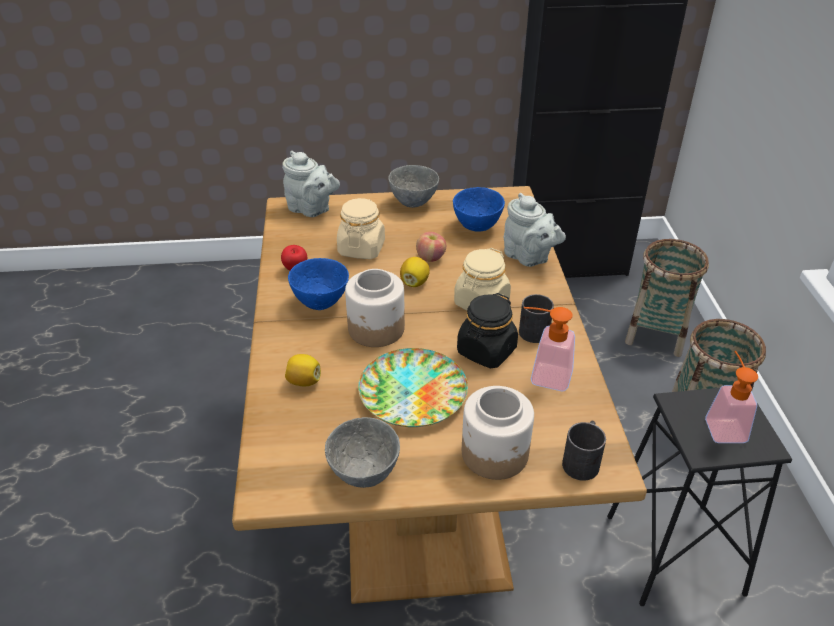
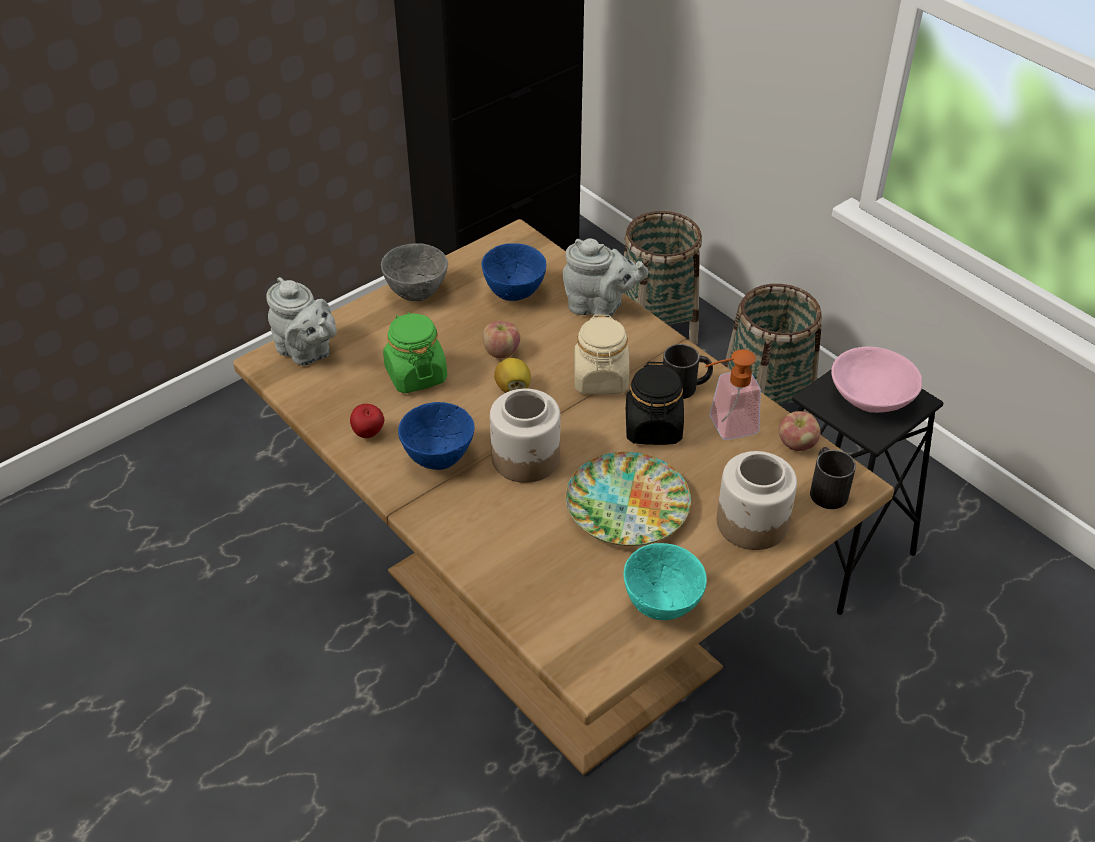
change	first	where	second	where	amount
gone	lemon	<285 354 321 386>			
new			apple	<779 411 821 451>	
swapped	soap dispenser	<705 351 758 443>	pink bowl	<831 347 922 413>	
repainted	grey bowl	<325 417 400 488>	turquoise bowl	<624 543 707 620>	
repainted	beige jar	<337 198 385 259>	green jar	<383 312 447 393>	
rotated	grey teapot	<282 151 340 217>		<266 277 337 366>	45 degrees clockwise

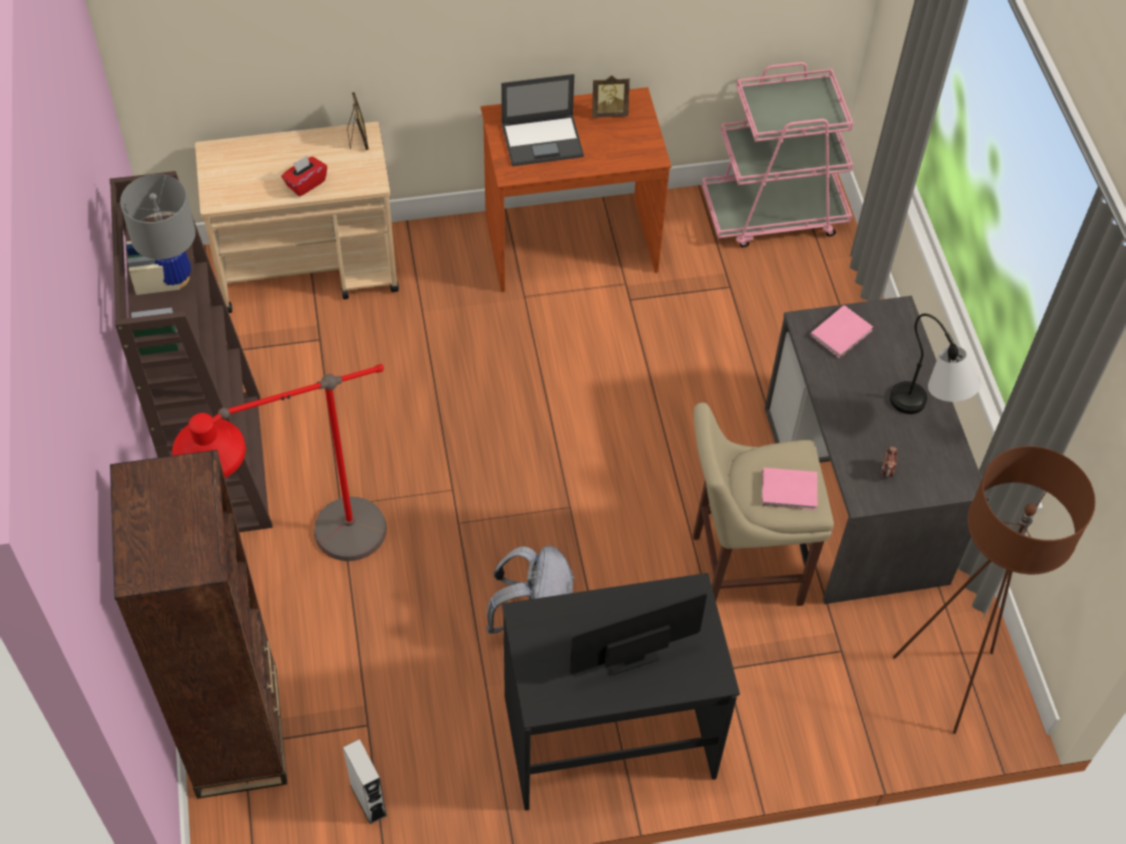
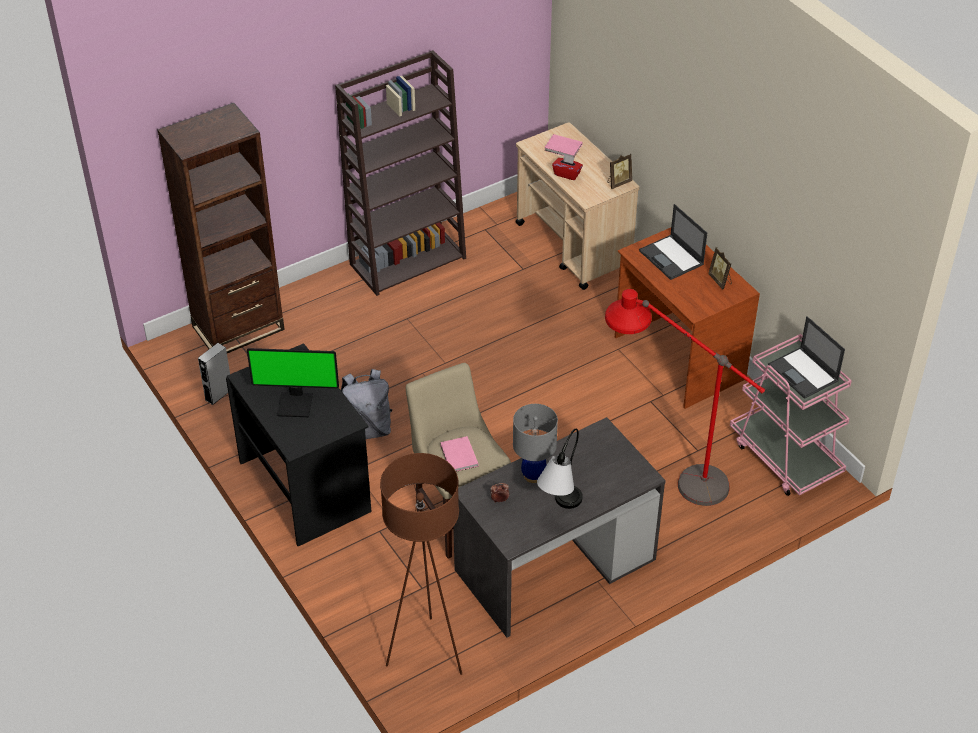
change	first	where	second	where	amount
new			laptop	<768 316 845 399>	
shifted	grey table lamp	<120 174 196 288>		<513 404 558 483>	
shifted	red floor lamp	<172 364 387 561>		<605 289 765 506>	
shifted	pink book	<810 305 873 359>		<544 134 582 157>	
rotated	monitor	<570 593 707 675>		<247 348 339 417>	135 degrees clockwise

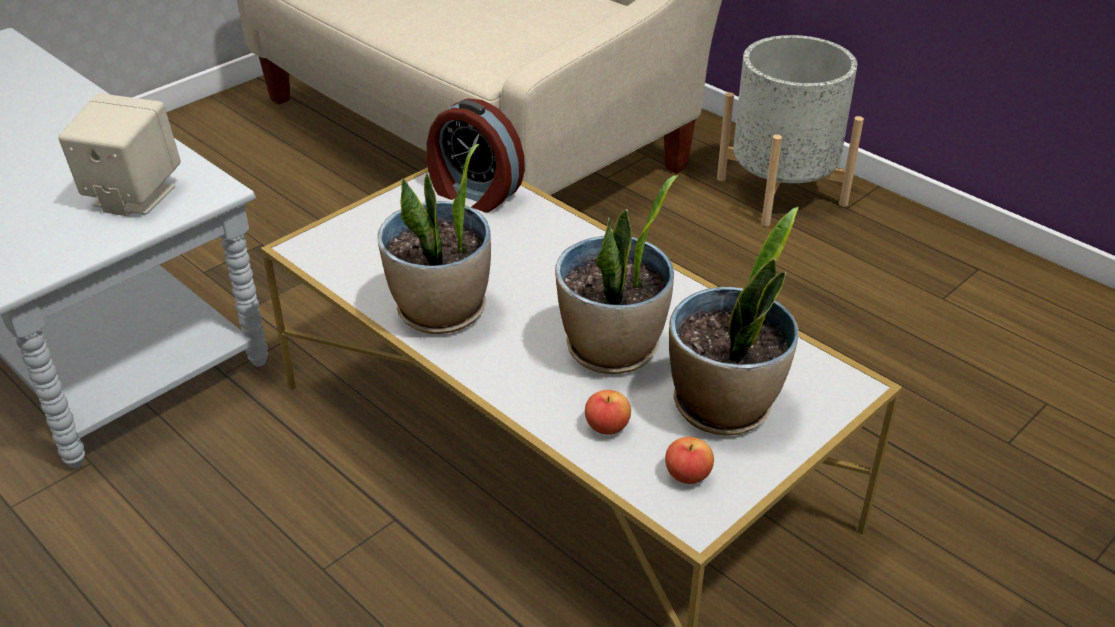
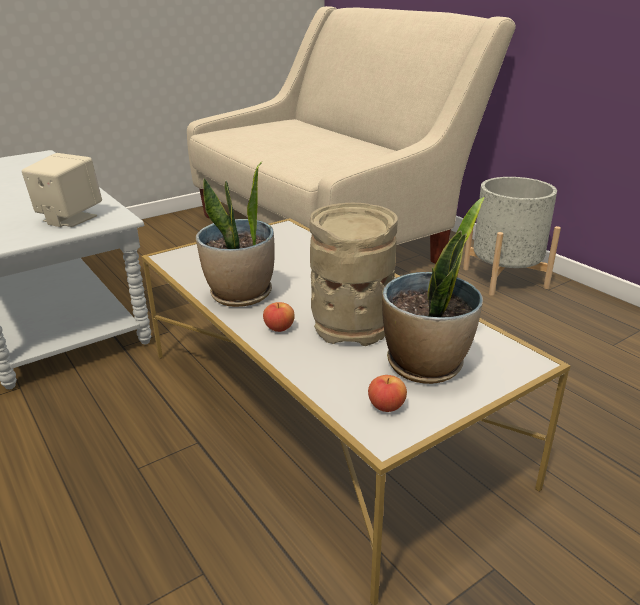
change	first	where	second	where	amount
gone	alarm clock	<426 98 525 213>			
shifted	apple	<585 390 631 435>		<263 302 295 332>	
swapped	potted plant	<555 175 678 374>	beige vase	<309 203 398 346>	

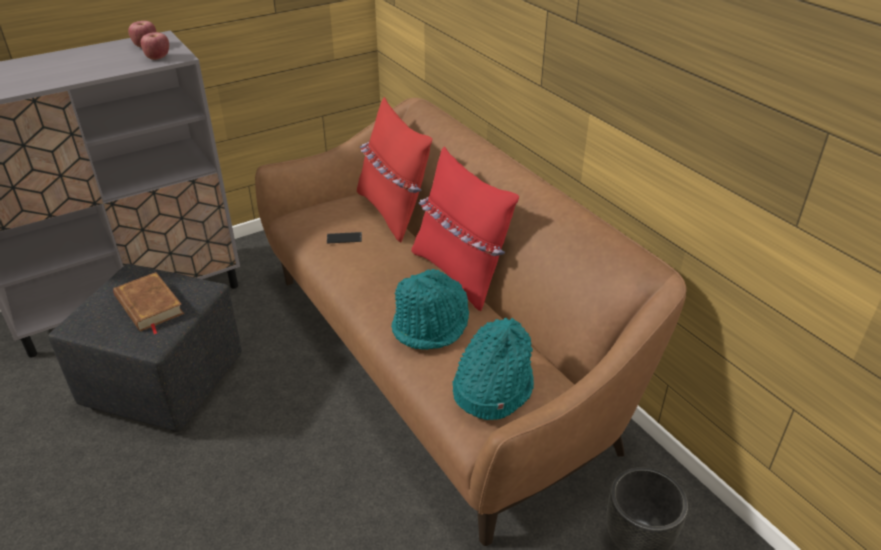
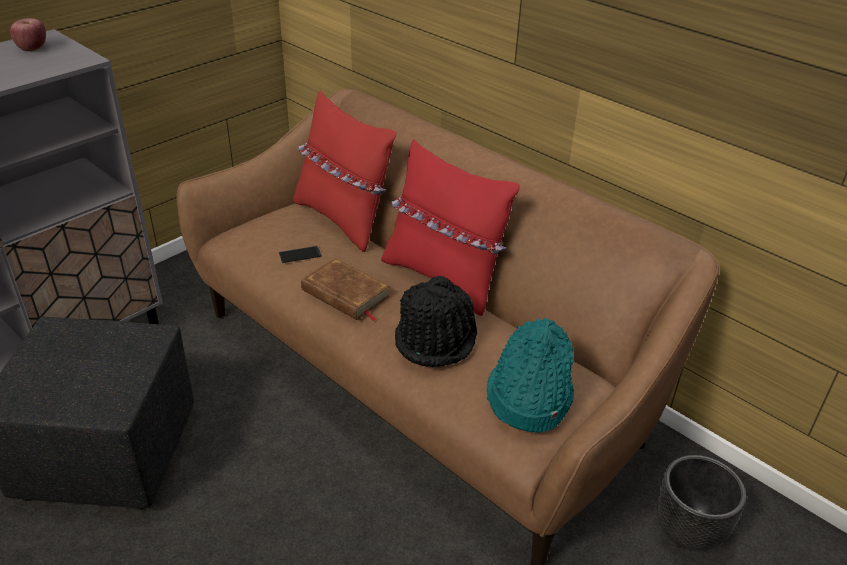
change	first	where	second	where	amount
gone	apple	<141 32 169 60>			
shifted	brown book	<113 272 184 334>		<301 258 389 321>	
repainted	turquoise hat	<391 269 469 350>	black hat	<395 276 477 367>	

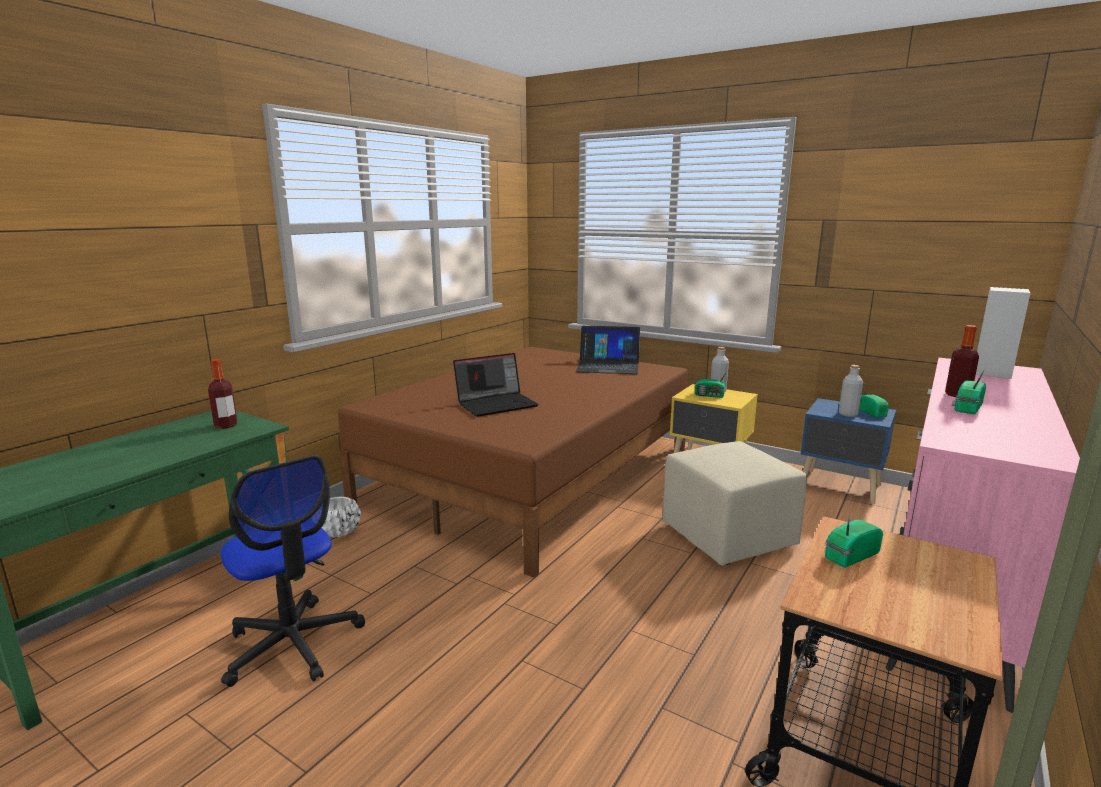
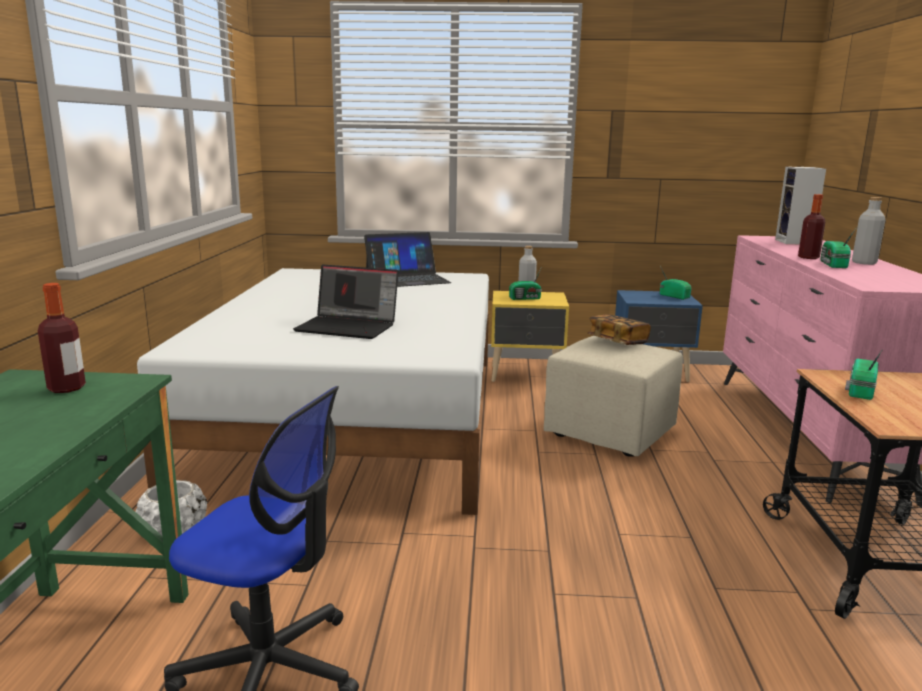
change	first	where	second	where	amount
new			book	<587 314 651 345>	
shifted	grey bottle	<839 365 863 417>		<852 197 885 265>	
repainted	brown bed	<338 347 687 578>	white bed	<137 268 489 515>	
rotated	laptop	<453 353 539 417>		<293 265 399 339>	75 degrees clockwise

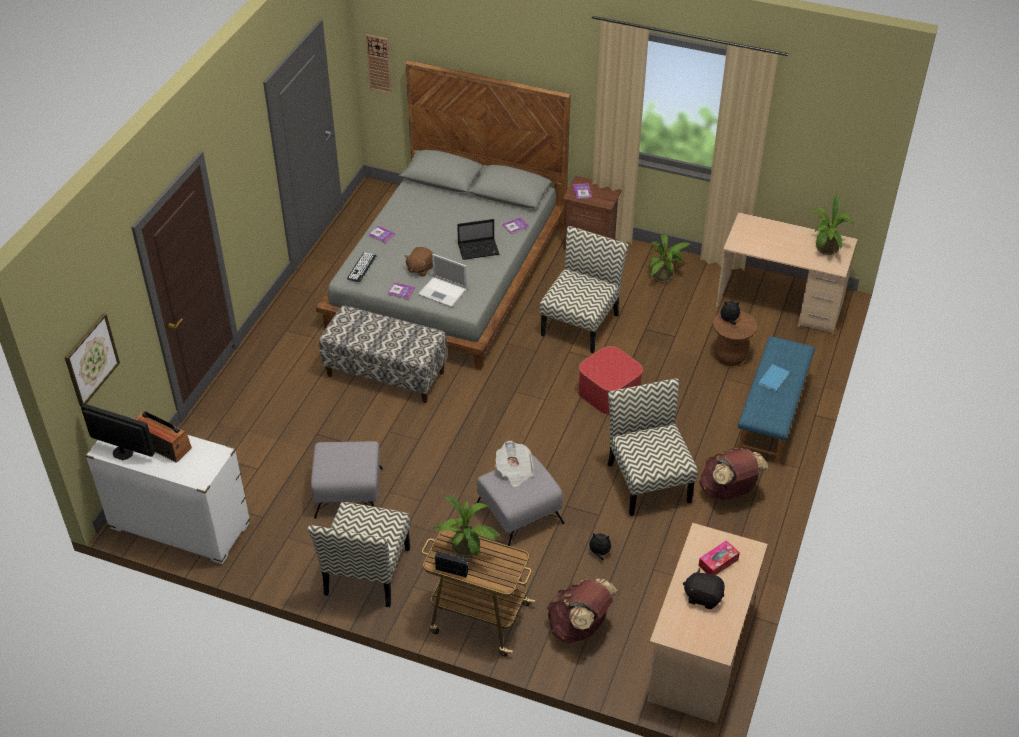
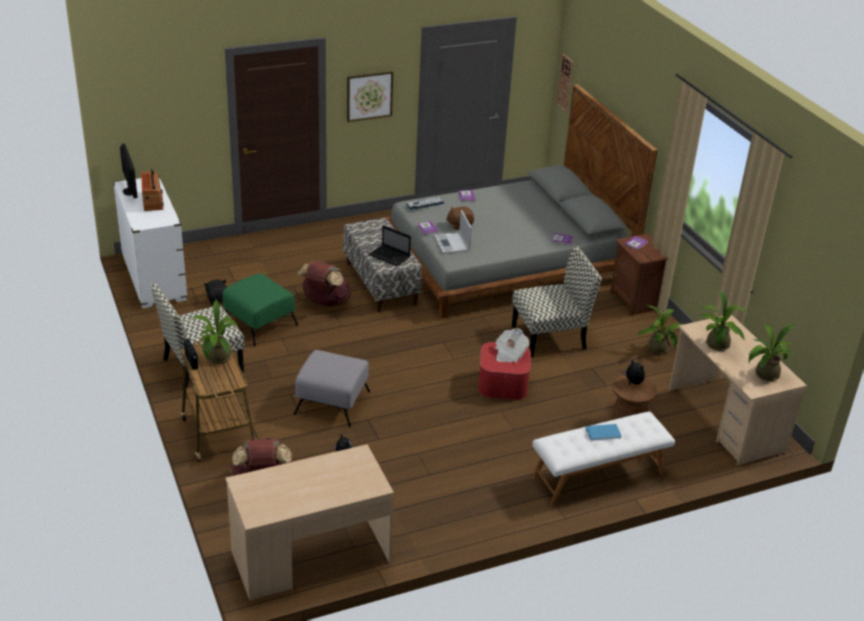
change	first	where	second	where	amount
gone	chair	<608 379 698 516>			
gone	tissue box	<698 540 740 575>			
new			potted plant	<700 289 748 351>	
shifted	picture	<64 313 120 407>		<347 71 393 122>	
shifted	laptop	<457 219 499 260>		<369 225 411 266>	
shifted	newspaper	<495 441 533 487>		<495 328 529 363>	
shifted	black plush toy	<683 568 725 609>		<204 279 227 305>	
shifted	brown backpack	<699 448 768 500>		<298 261 351 307>	
repainted	grey ottoman	<311 441 383 519>	green ottoman	<222 273 298 346>	
repainted	blue bench	<737 336 815 465>	white bench	<532 411 675 505>	

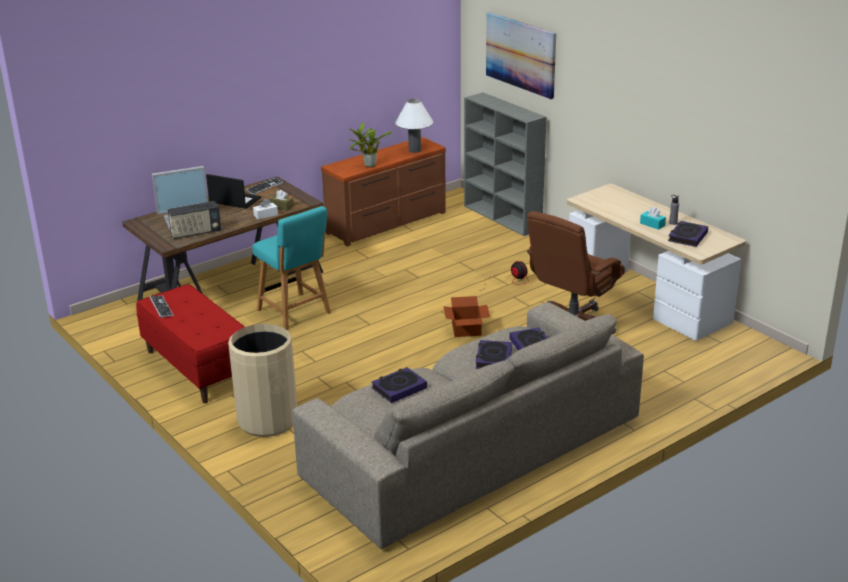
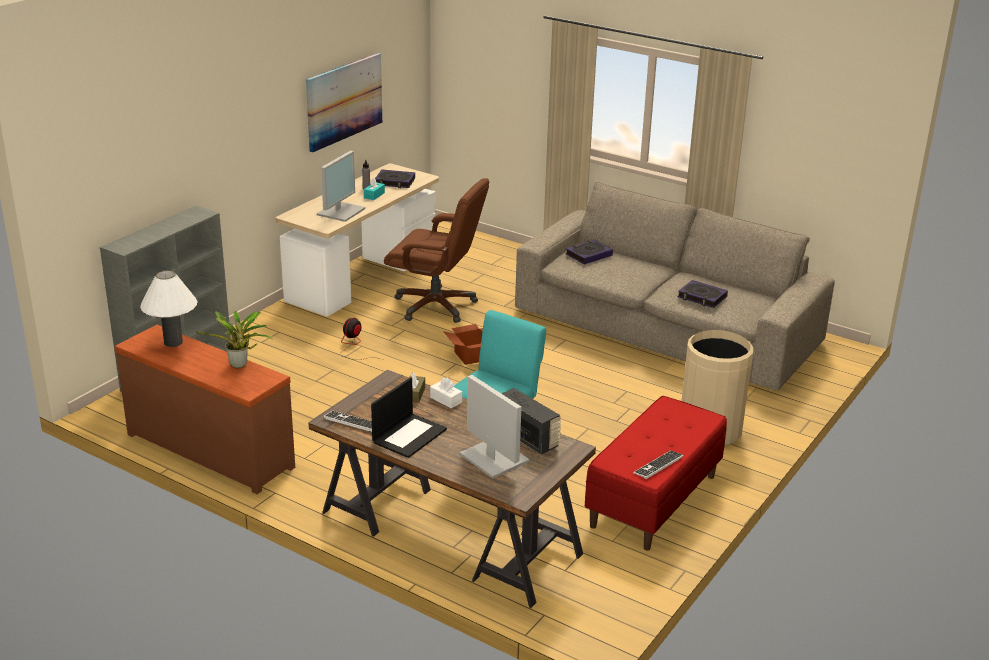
change	first	where	second	where	amount
gone	book	<476 340 512 369>			
new			monitor	<317 150 365 222>	
shifted	picture	<486 12 556 99>		<306 53 382 152>	
rotated	laptop	<206 174 261 209>		<371 377 447 458>	150 degrees counterclockwise

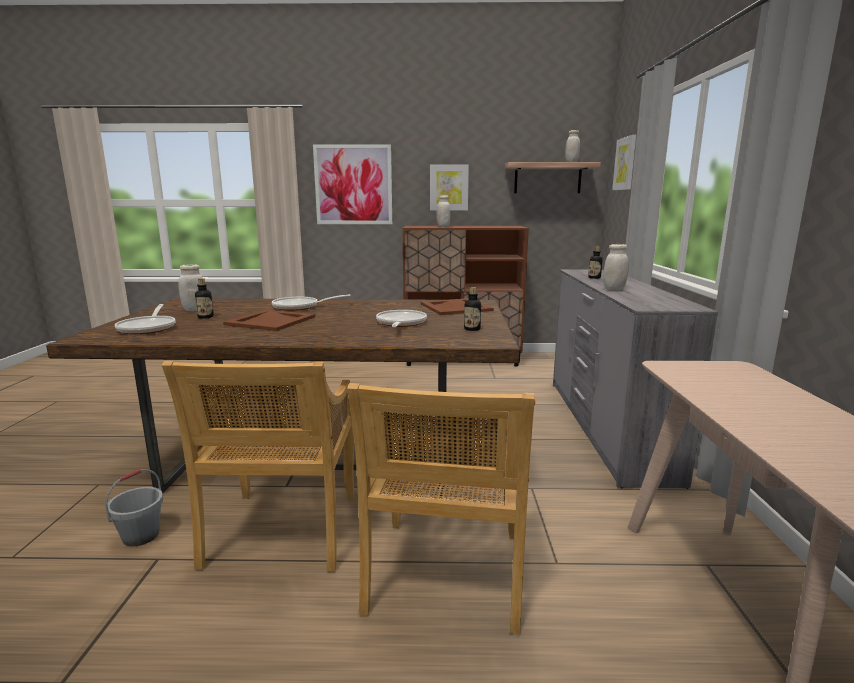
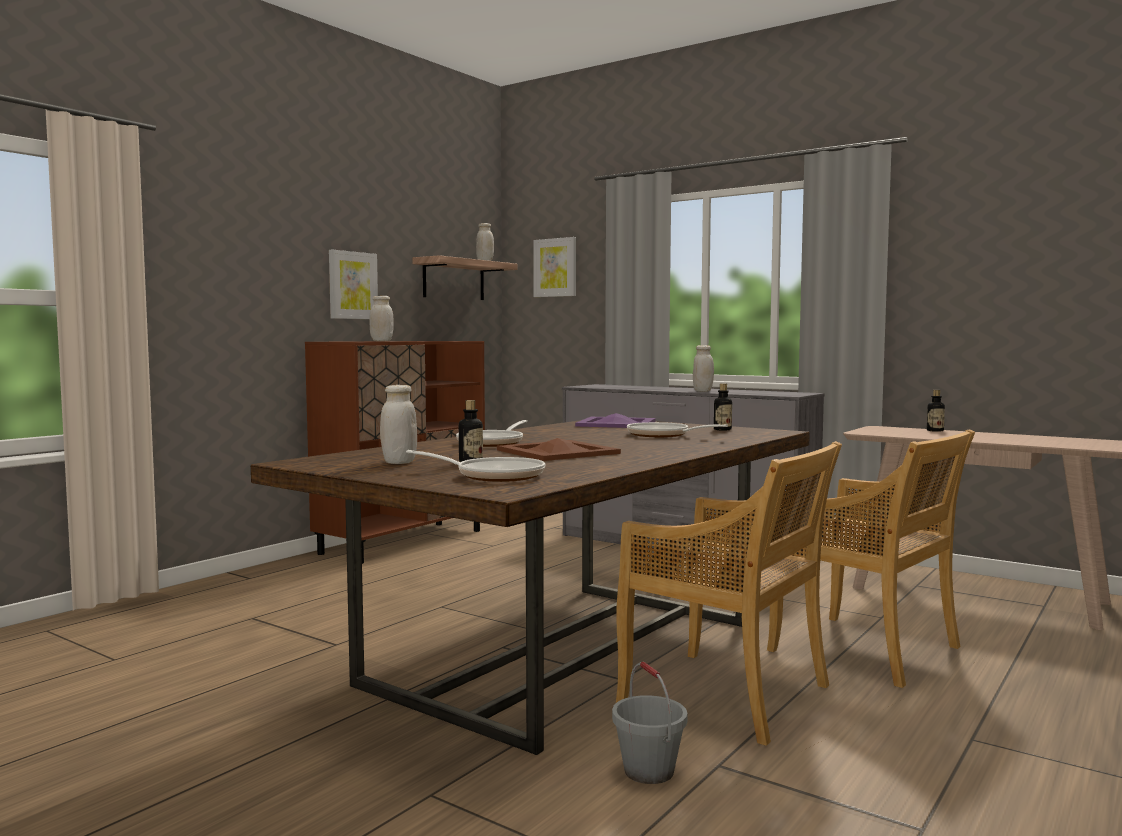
change	first	where	second	where	amount
gone	picture	<313 144 392 224>			
shifted	bottle	<588 246 603 279>		<927 390 945 432>	
repainted	brown tray	<421 298 494 315>	purple tray	<575 413 655 428>	

